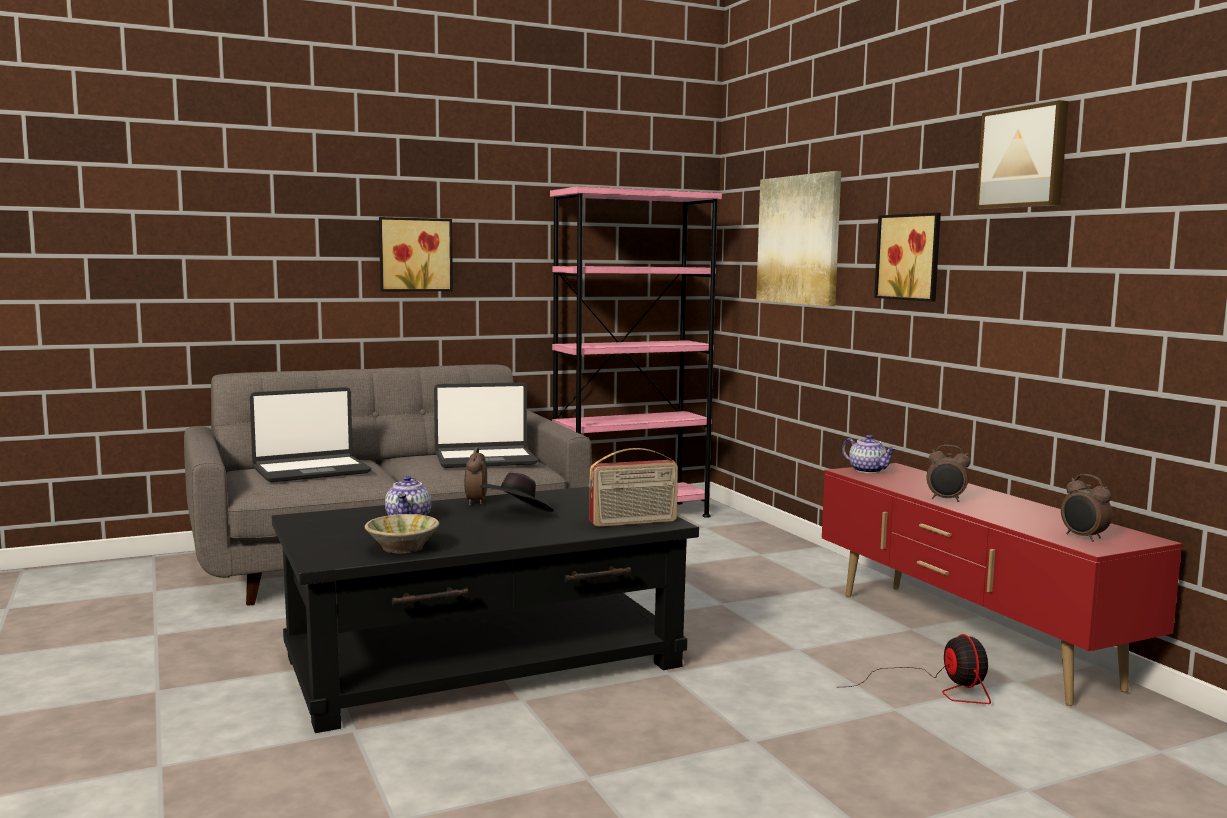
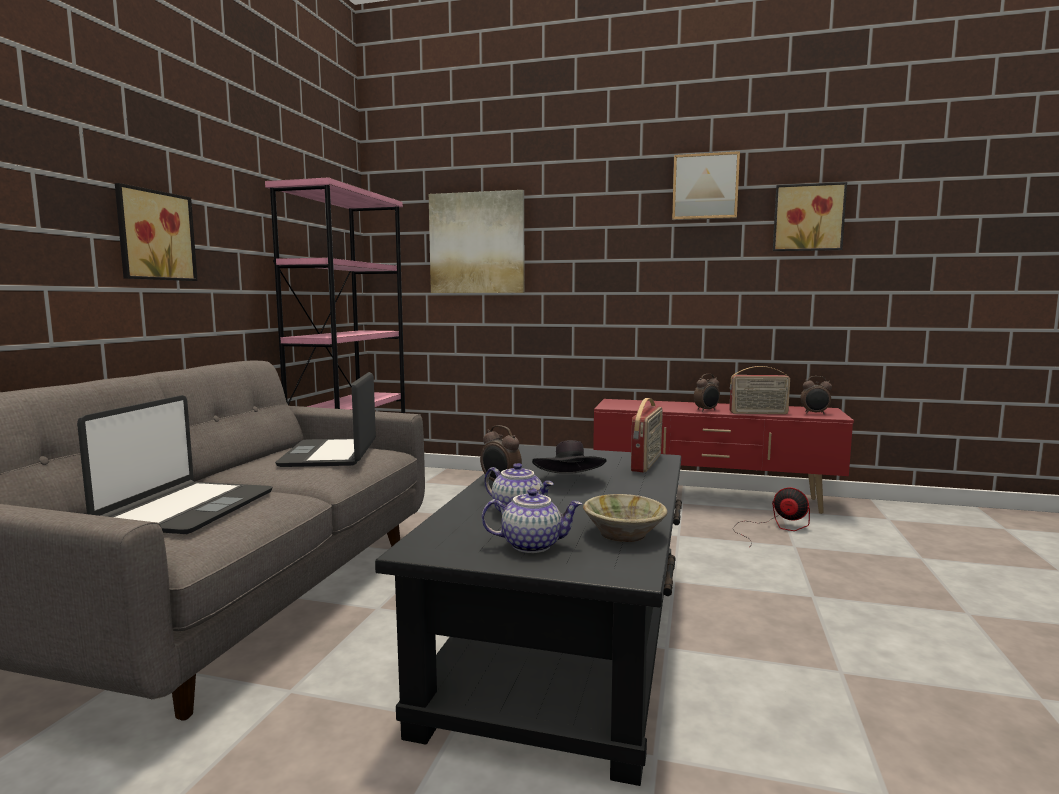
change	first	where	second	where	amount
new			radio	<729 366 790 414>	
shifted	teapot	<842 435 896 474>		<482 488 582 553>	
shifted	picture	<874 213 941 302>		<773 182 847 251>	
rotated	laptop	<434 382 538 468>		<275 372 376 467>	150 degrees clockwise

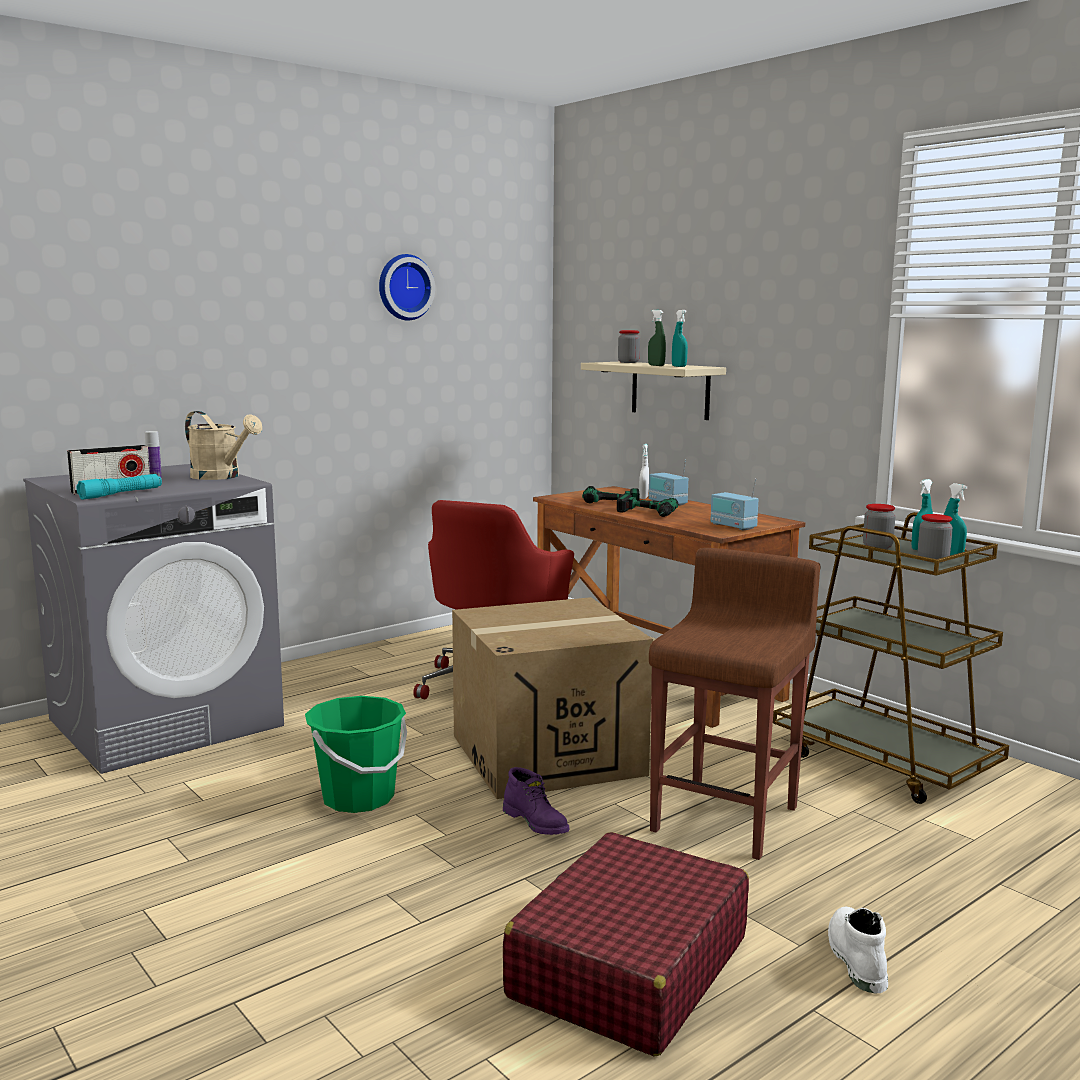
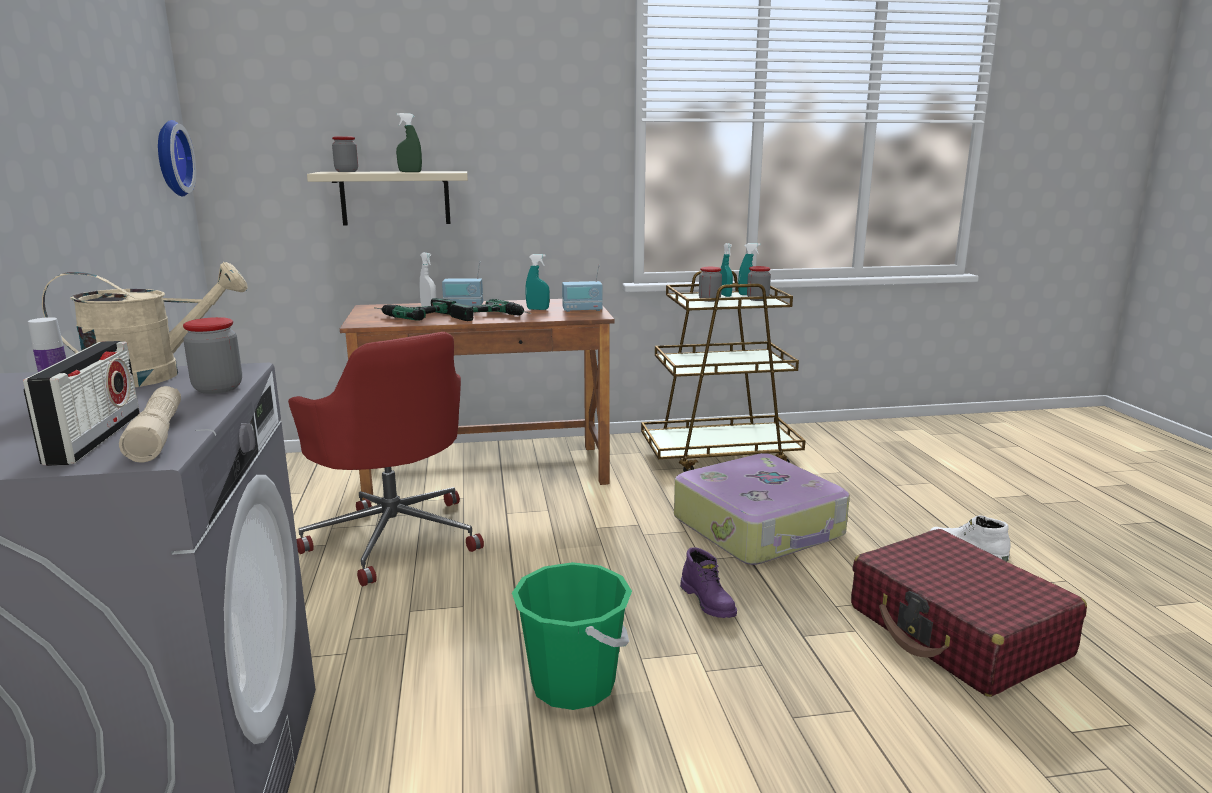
change	first	where	second	where	amount
gone	cardboard box	<452 597 653 799>			
new			jar	<183 317 242 394>	
shifted	wall clock	<379 254 435 320>		<158 120 196 196>	
shifted	turquoise spray bottle	<672 310 688 367>		<525 254 550 310>	
swapped	brown stool	<649 548 821 860>	suitcase	<674 453 850 565>	
repainted	turquoise flashlight	<77 474 162 500>	beige flashlight	<119 386 181 462>	
rotated	purple boot	<503 767 569 835>		<680 547 737 618>	75 degrees clockwise

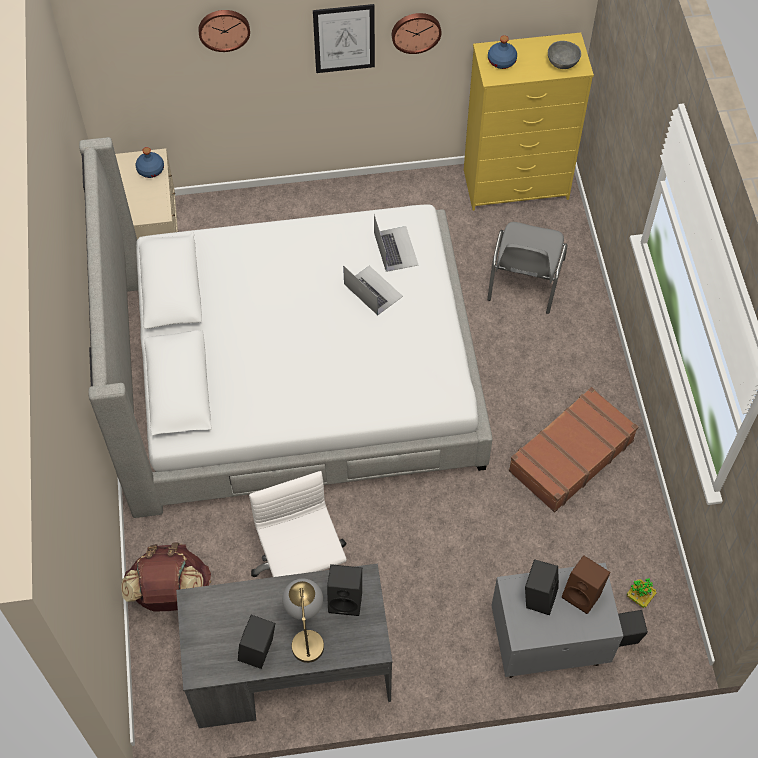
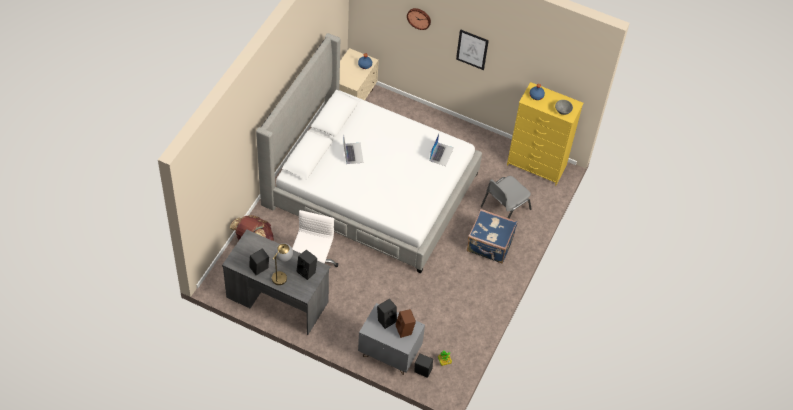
change	first	where	second	where	amount
gone	wall clock	<392 13 441 54>			
gone	brown suitcase	<509 387 638 512>			
new			blue suitcase	<467 209 518 264>	
shifted	laptop	<343 265 403 315>		<343 138 364 164>	

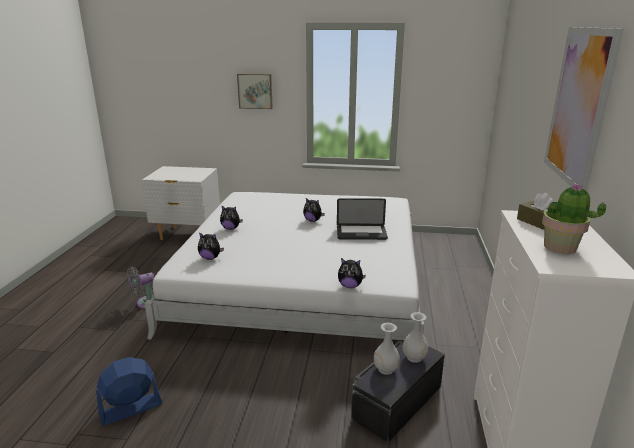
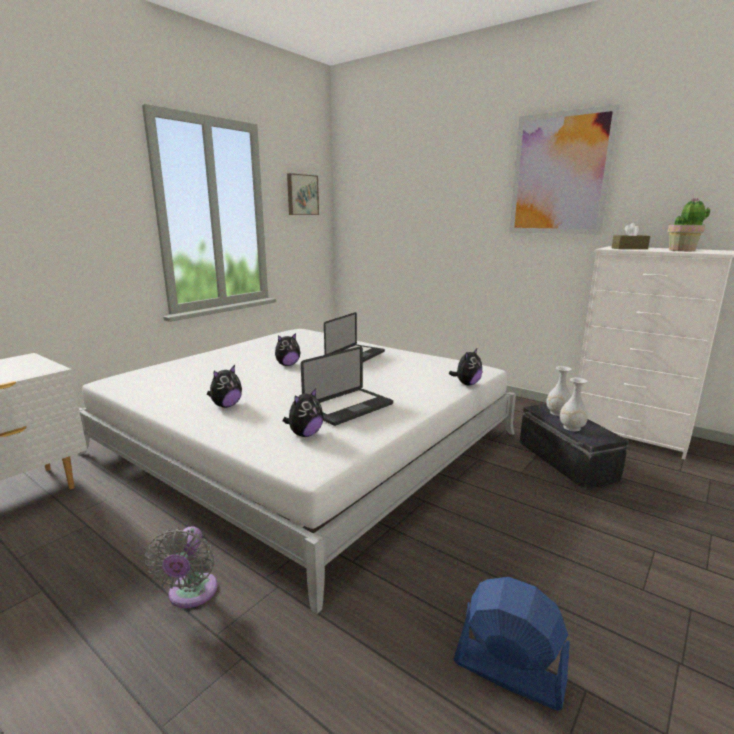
change	first	where	second	where	amount
new			laptop	<301 346 393 426>	
shifted	picture	<237 74 273 109>		<287 173 319 215>	
rotated	blue fan	<96 357 162 425>		<453 577 570 710>	120 degrees clockwise

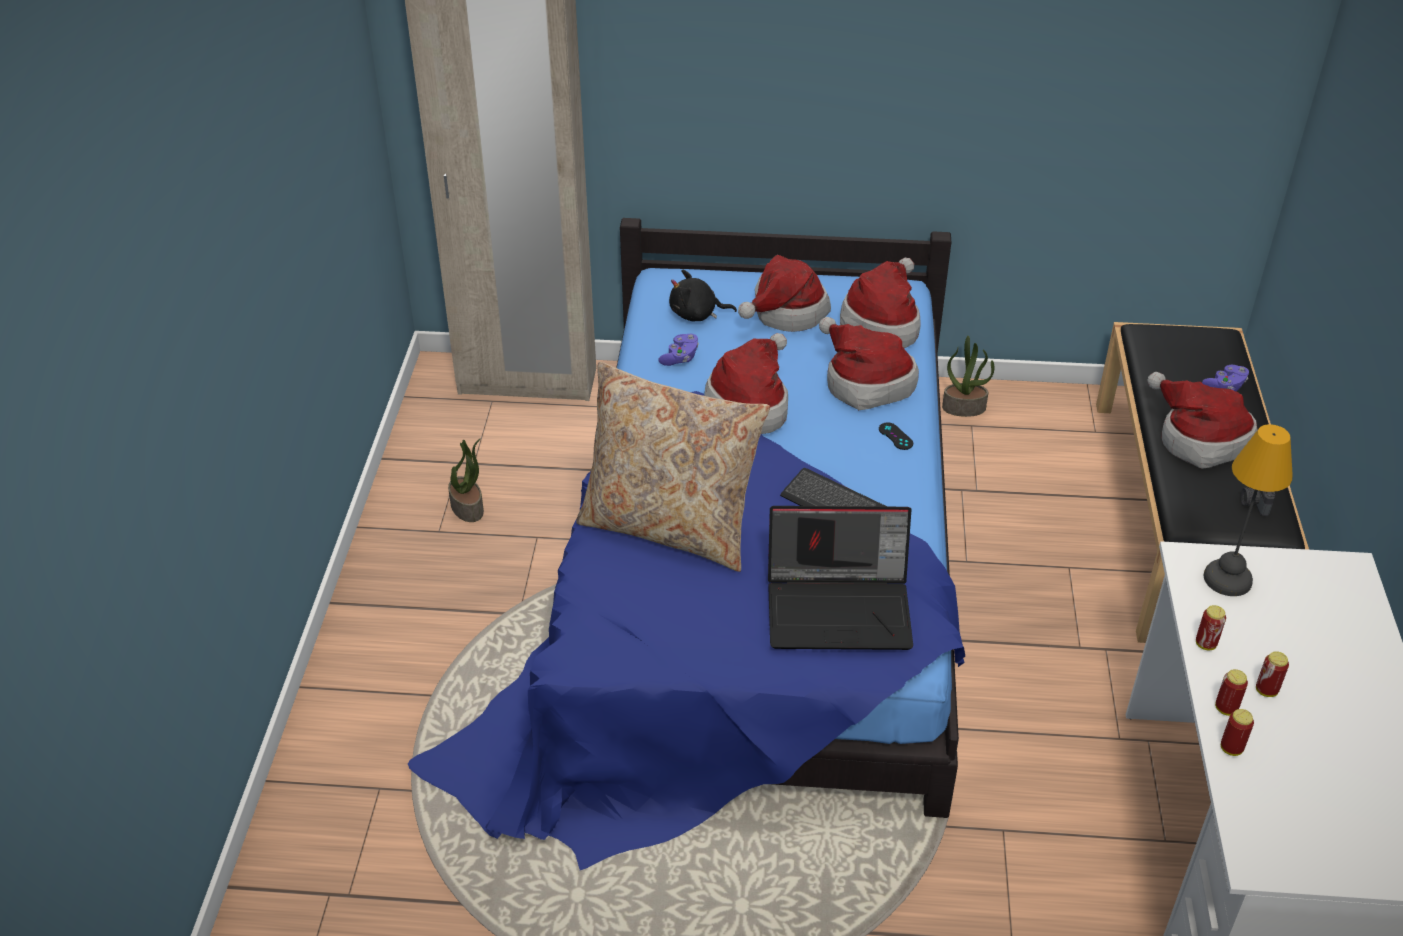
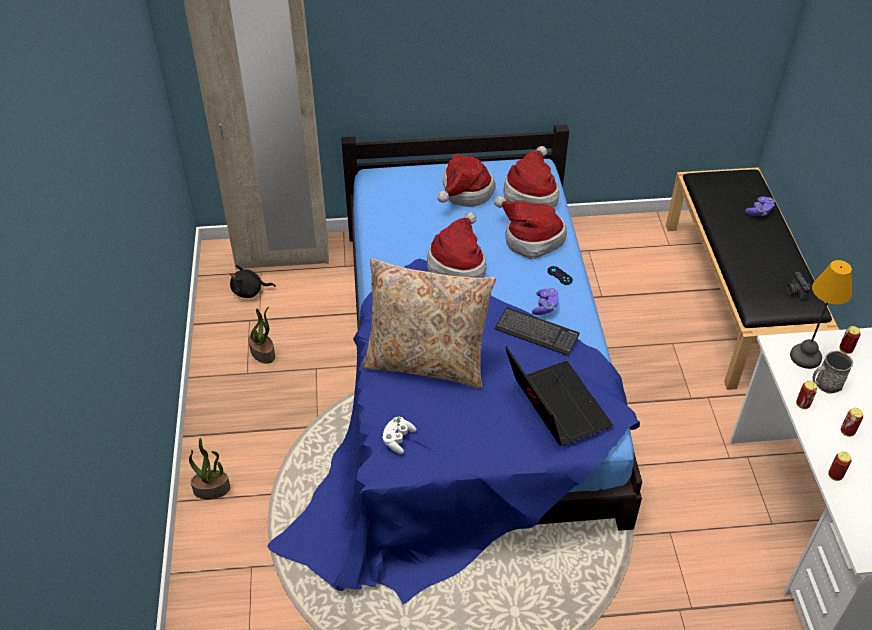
change	first	where	second	where	amount
gone	hat	<1147 372 1258 469>			
new			white game controller	<382 417 416 454>	
new			grey mug	<813 350 853 394>	
shifted	purple game controller	<658 333 699 366>		<532 288 559 315>	
shifted	black plush toy	<669 269 737 321>		<229 265 276 298>	
shifted	potted plant	<942 336 995 417>		<189 438 230 499>	
shifted	can	<1215 669 1248 716>		<839 326 860 354>	
rotated	laptop	<768 506 913 650>		<505 346 613 446>	105 degrees counterclockwise

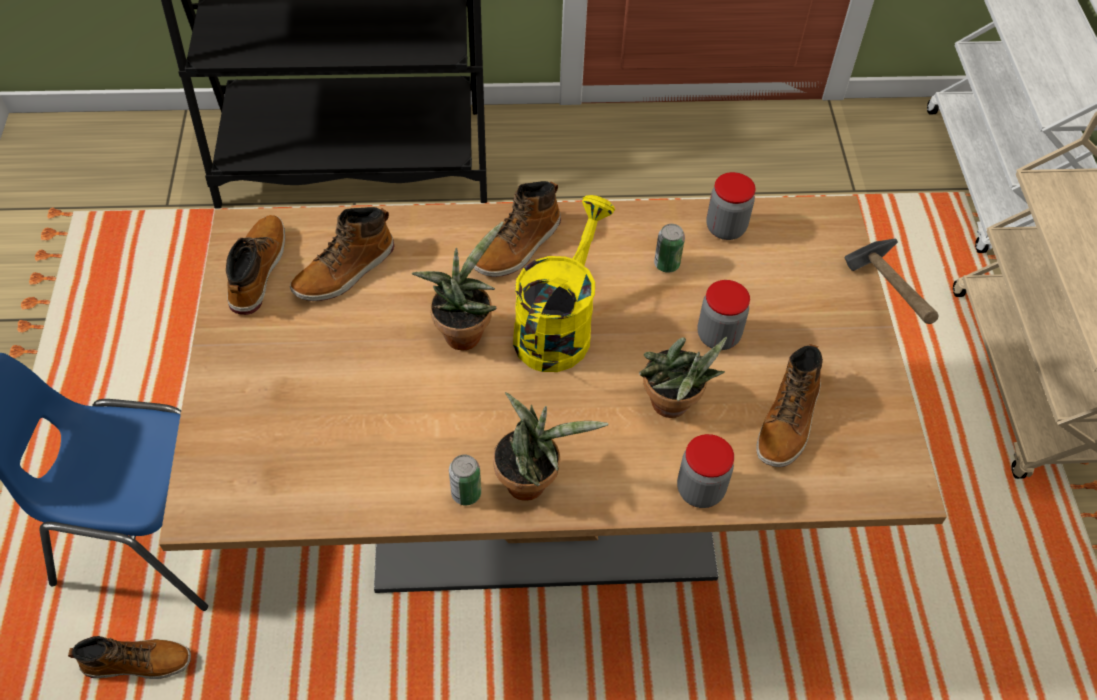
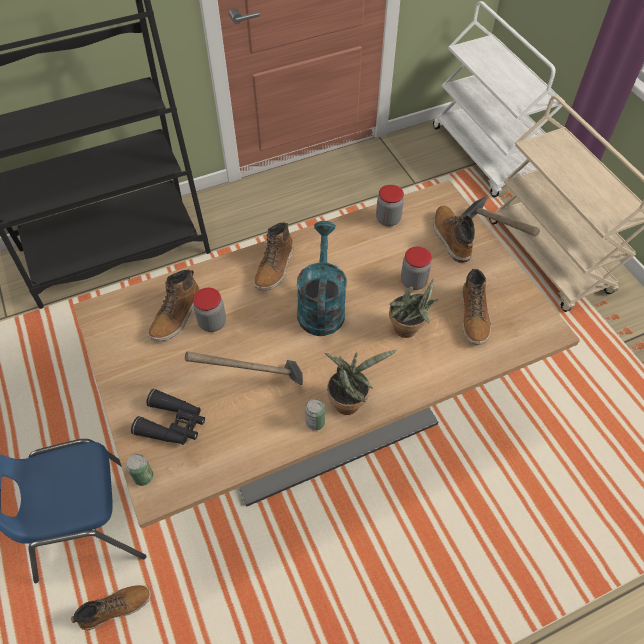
change	first	where	second	where	amount
gone	potted plant	<412 222 504 351>			
new			black binoculars	<131 389 205 445>	
new			hammer	<185 351 303 385>	
shifted	boot	<226 215 285 315>		<433 205 475 263>	
shifted	can	<654 224 685 273>		<126 454 154 486>	
shifted	jar	<677 434 734 508>		<193 288 226 332>	
repainted	yellow watering can	<513 195 615 372>	turquoise watering can	<297 221 347 336>	

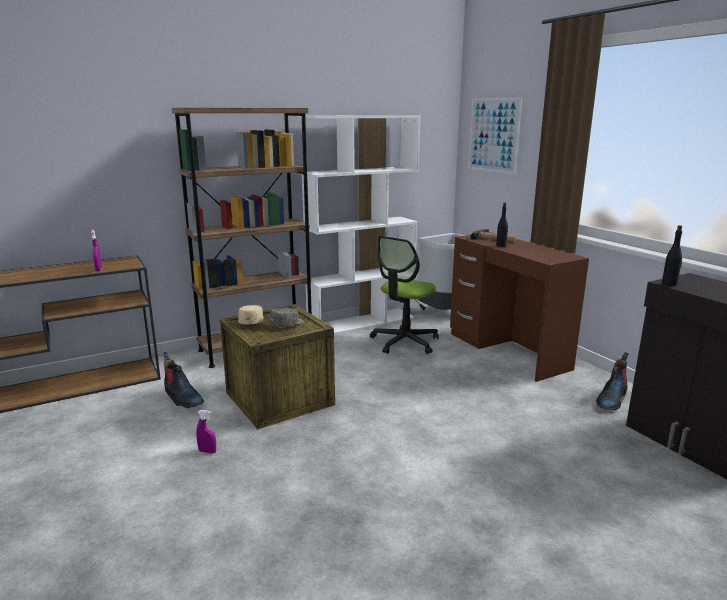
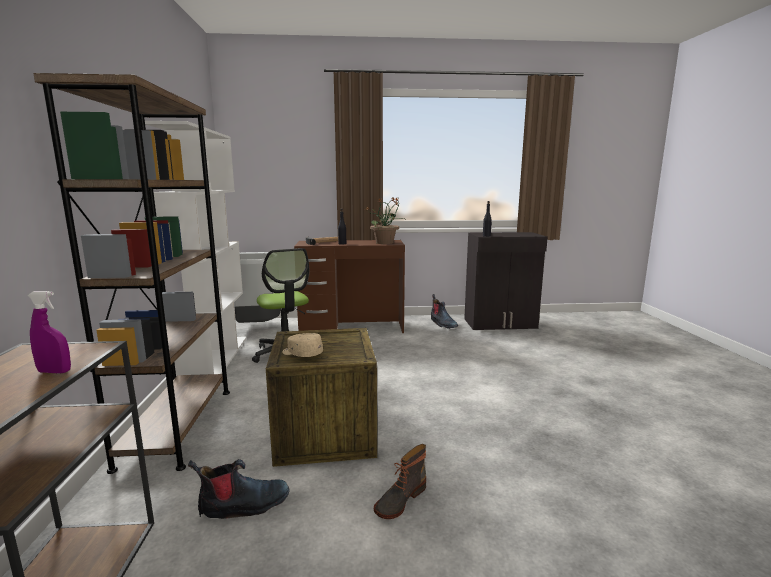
change	first	where	second	where	amount
gone	grey cap	<269 308 304 327>			
gone	picture	<468 97 522 175>			
new			potted plant	<366 197 404 244>	
swapped	purple spray bottle	<196 410 216 454>	boot	<374 444 426 519>	

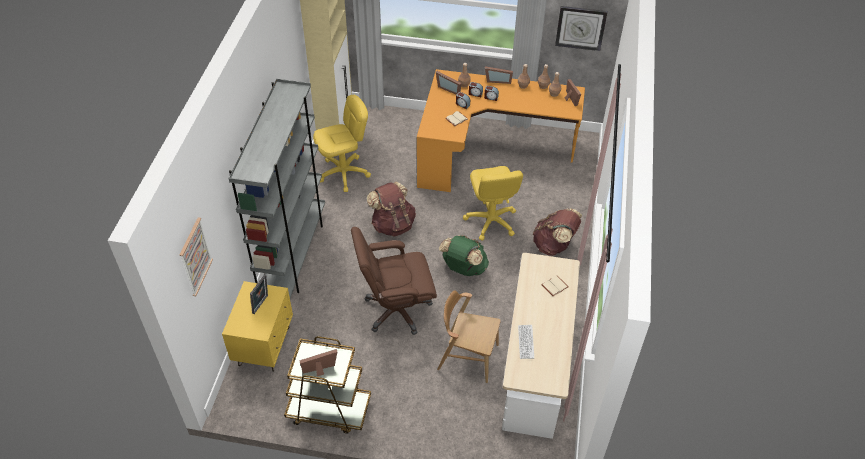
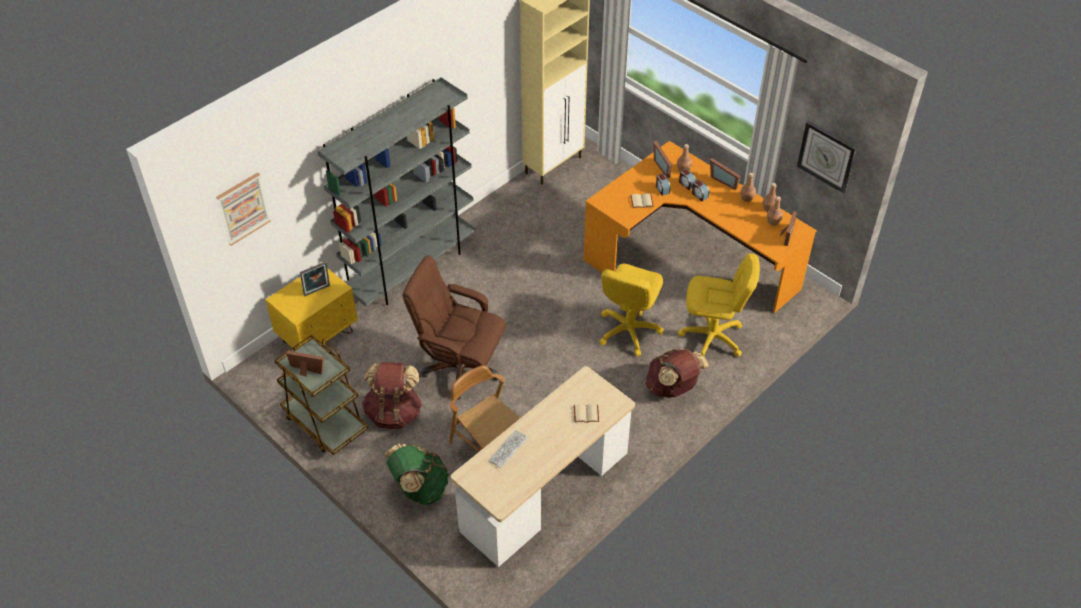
change	first	where	second	where	amount
shifted	yellow office chair	<313 95 371 192>		<678 253 760 358>	
shifted	brown backpack	<367 181 416 237>		<362 362 422 429>	
shifted	green backpack	<439 235 489 276>		<384 444 449 505>	

